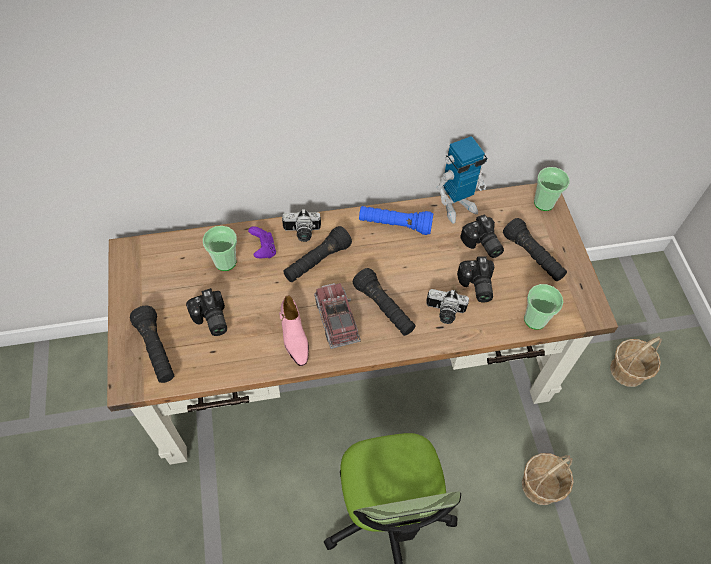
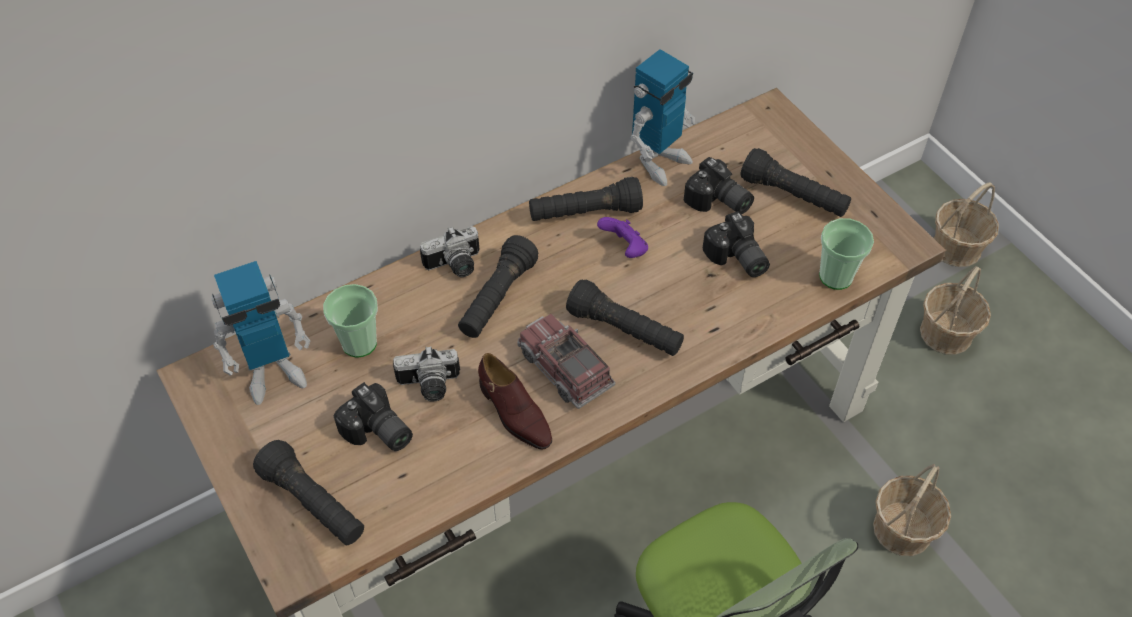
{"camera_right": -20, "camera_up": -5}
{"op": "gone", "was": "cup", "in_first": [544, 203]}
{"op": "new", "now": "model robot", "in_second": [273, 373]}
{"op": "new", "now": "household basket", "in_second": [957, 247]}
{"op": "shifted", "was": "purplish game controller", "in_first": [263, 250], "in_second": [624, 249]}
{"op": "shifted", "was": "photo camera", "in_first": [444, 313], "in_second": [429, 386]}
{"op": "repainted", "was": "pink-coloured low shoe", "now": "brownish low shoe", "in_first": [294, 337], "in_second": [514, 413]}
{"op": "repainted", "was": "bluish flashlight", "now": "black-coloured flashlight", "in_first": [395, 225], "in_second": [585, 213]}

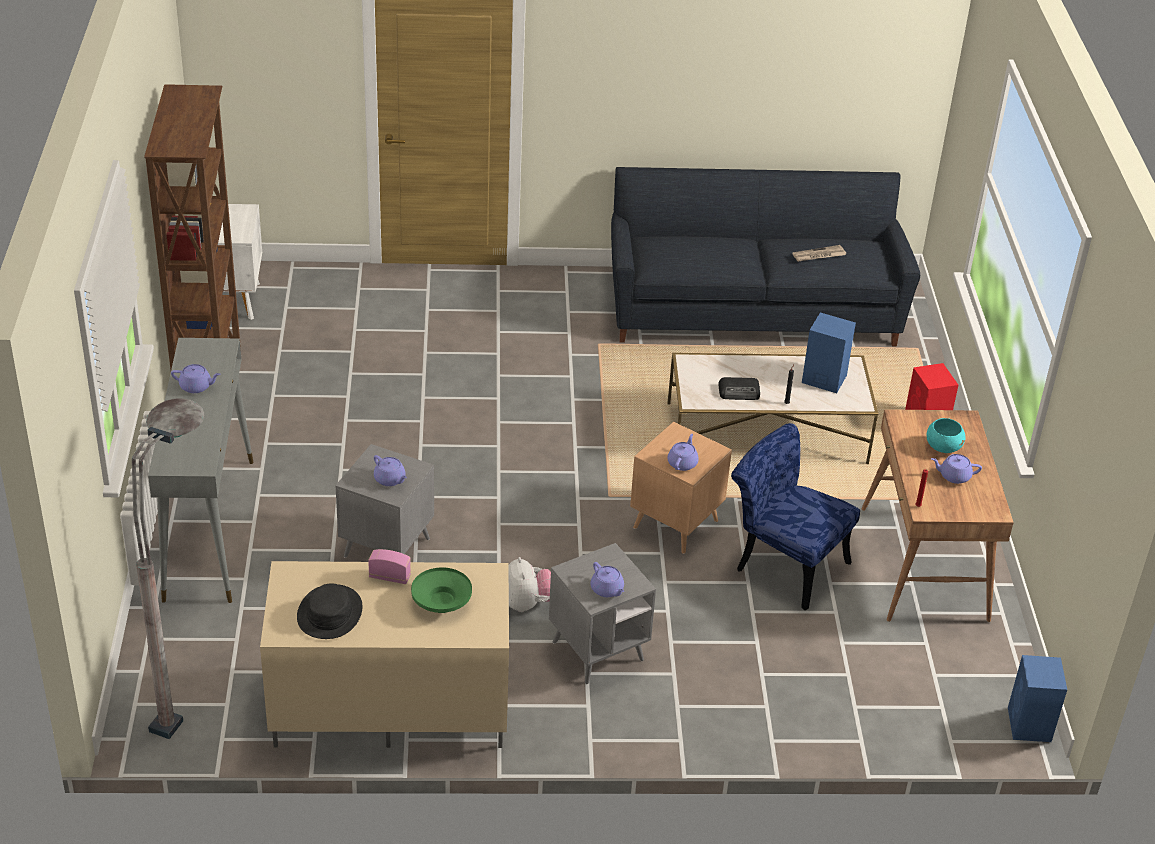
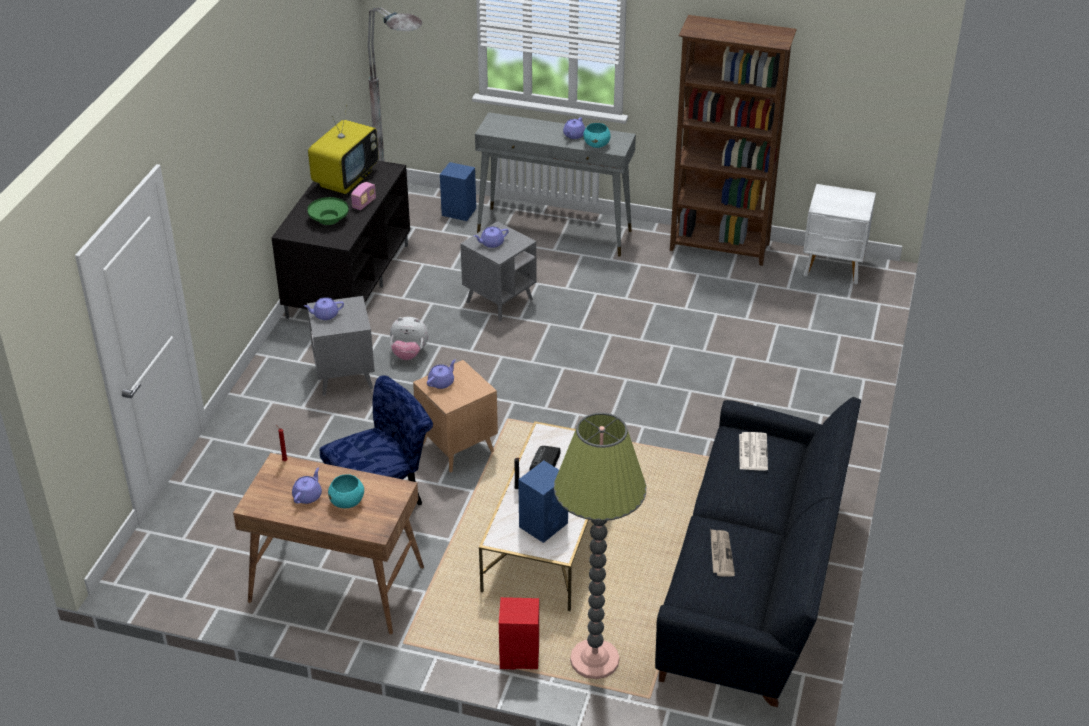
{"camera_right": 110, "camera_up": 0}
{"op": "new", "now": "standard lamp", "in_second": [594, 660]}
{"op": "new", "now": "turquoise bowl", "in_second": [597, 145]}
{"op": "new", "now": "printed paper", "in_second": [752, 451]}
{"op": "shifted", "was": "bluish speaker", "in_first": [1029, 725], "in_second": [458, 211]}
{"op": "swapped", "was": "black-coloured clothing hat", "now": "TV set", "in_first": [329, 613], "in_second": [345, 178]}
{"op": "repainted", "was": "beige-coloured media console", "now": "black-coloured media console", "in_first": [388, 707], "in_second": [348, 280]}
{"op": "rotated", "was": "purplish teapot", "in_first": [682, 463], "in_second": [441, 382], "clockwise": -90}

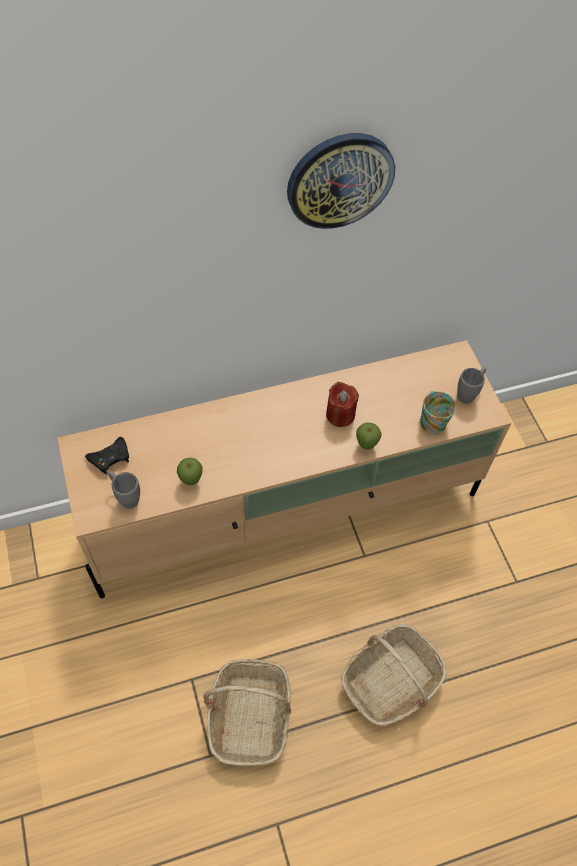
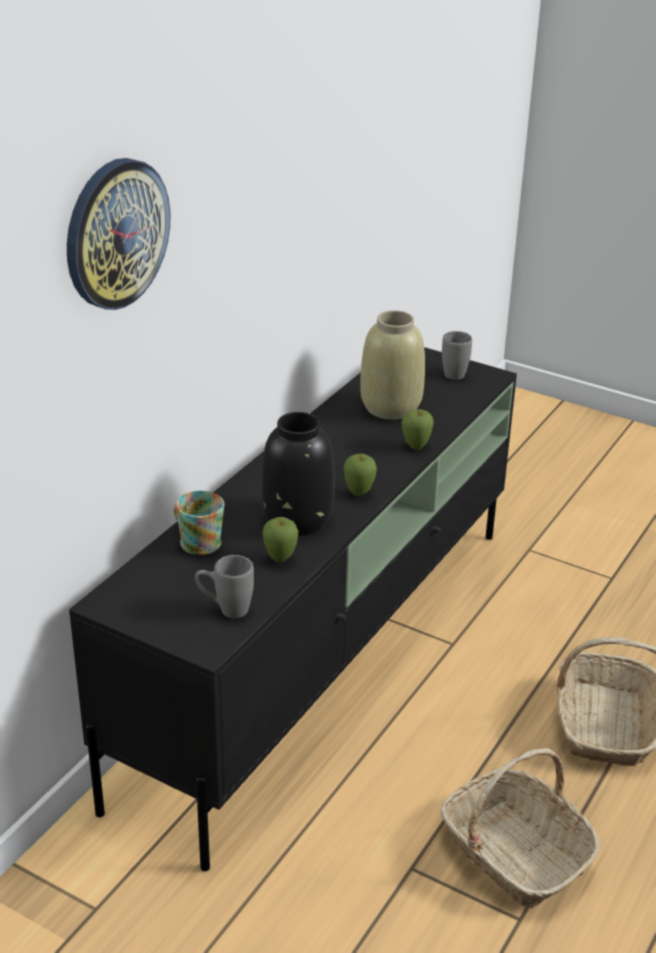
{"camera_right": -40, "camera_up": -25}
{"op": "gone", "was": "black-coloured game controller", "in_first": [110, 457]}
{"op": "gone", "was": "red-coloured candle", "in_first": [340, 414]}
{"op": "new", "now": "black-coloured vase", "in_second": [298, 519]}
{"op": "new", "now": "apple", "in_second": [359, 493]}
{"op": "new", "now": "beige-coloured vase", "in_second": [391, 407]}
{"op": "shifted", "was": "hanging clock", "in_first": [340, 180], "in_second": [116, 233]}
{"op": "shifted", "was": "mug", "in_first": [432, 419], "in_second": [197, 540]}
{"op": "repainted", "was": "beige-coloured media console", "now": "black-coloured media console", "in_first": [286, 509], "in_second": [323, 655]}

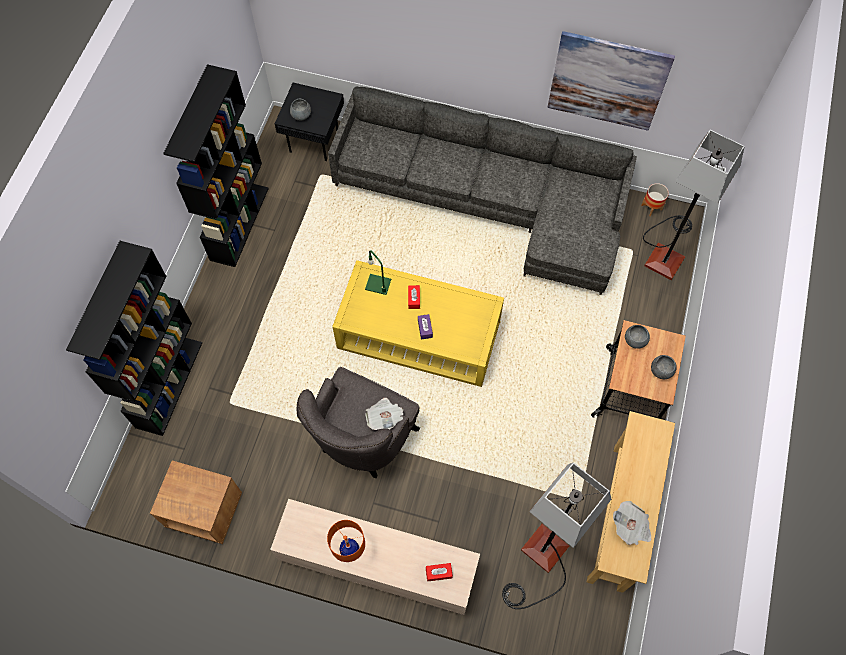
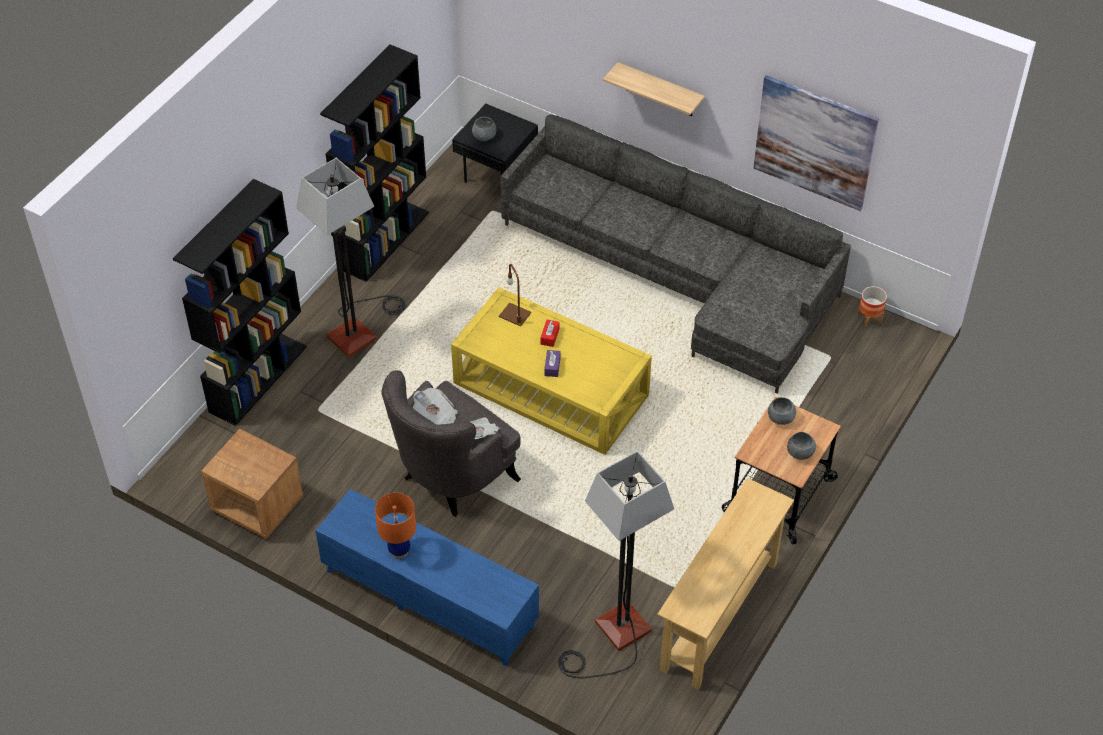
{"camera_right": 15, "camera_up": -15}
{"op": "gone", "was": "red-coloured box of tissues", "in_first": [439, 573]}
{"op": "new", "now": "shelf", "in_second": [660, 90]}
{"op": "shifted", "was": "printed paper", "in_first": [630, 527], "in_second": [436, 418]}
{"op": "shifted", "was": "standard lamp", "in_first": [666, 252], "in_second": [359, 329]}
{"op": "repainted", "was": "beige-coloured media console", "now": "bluish media console", "in_first": [378, 564], "in_second": [429, 599]}
{"op": "repainted", "was": "green-coloured tabletop lamp", "now": "brownish tabletop lamp", "in_first": [379, 284], "in_second": [515, 315]}

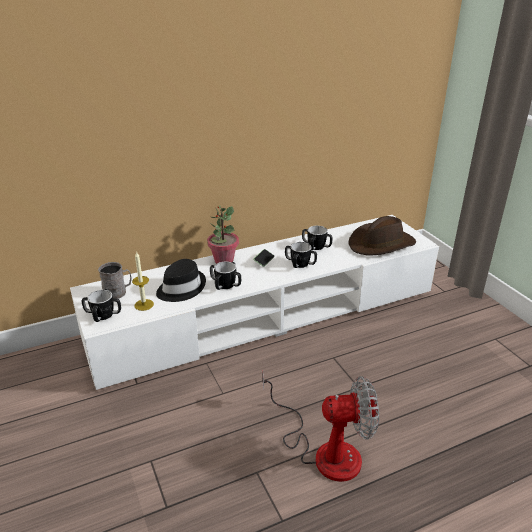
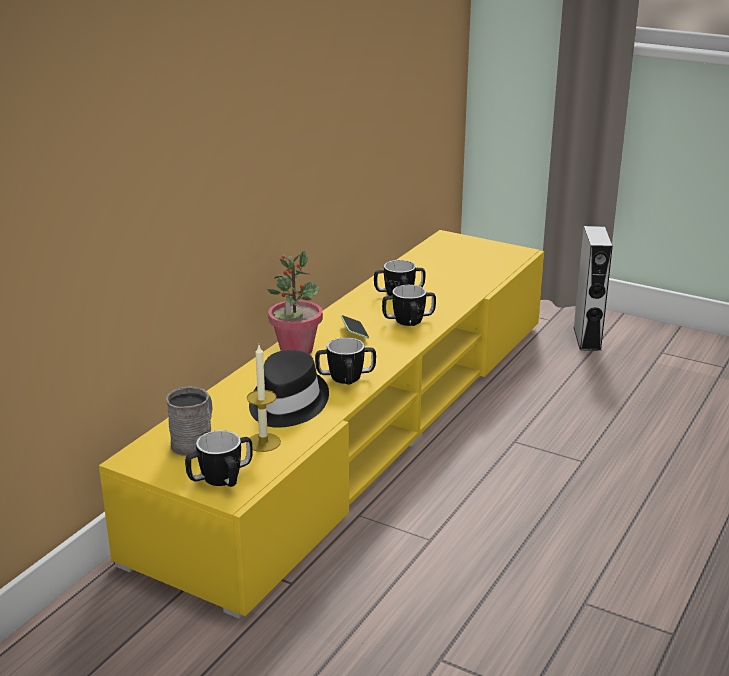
{"camera_right": -35, "camera_up": -5}
{"op": "gone", "was": "cooling fan", "in_first": [324, 450]}
{"op": "gone", "was": "brownish clothing hat", "in_first": [381, 243]}
{"op": "new", "now": "greyish speaker", "in_second": [587, 338]}
{"op": "repainted", "was": "whitish media console", "now": "yellow-coloured media console", "in_first": [266, 314], "in_second": [365, 424]}

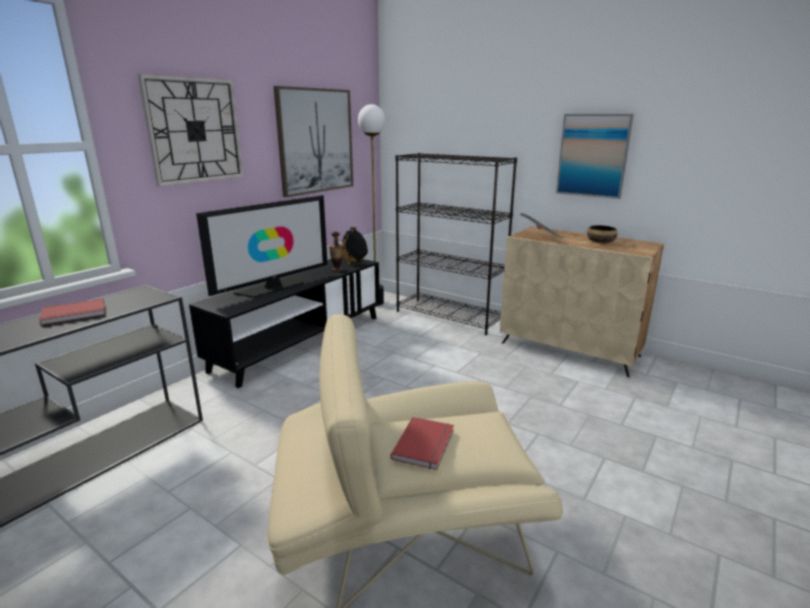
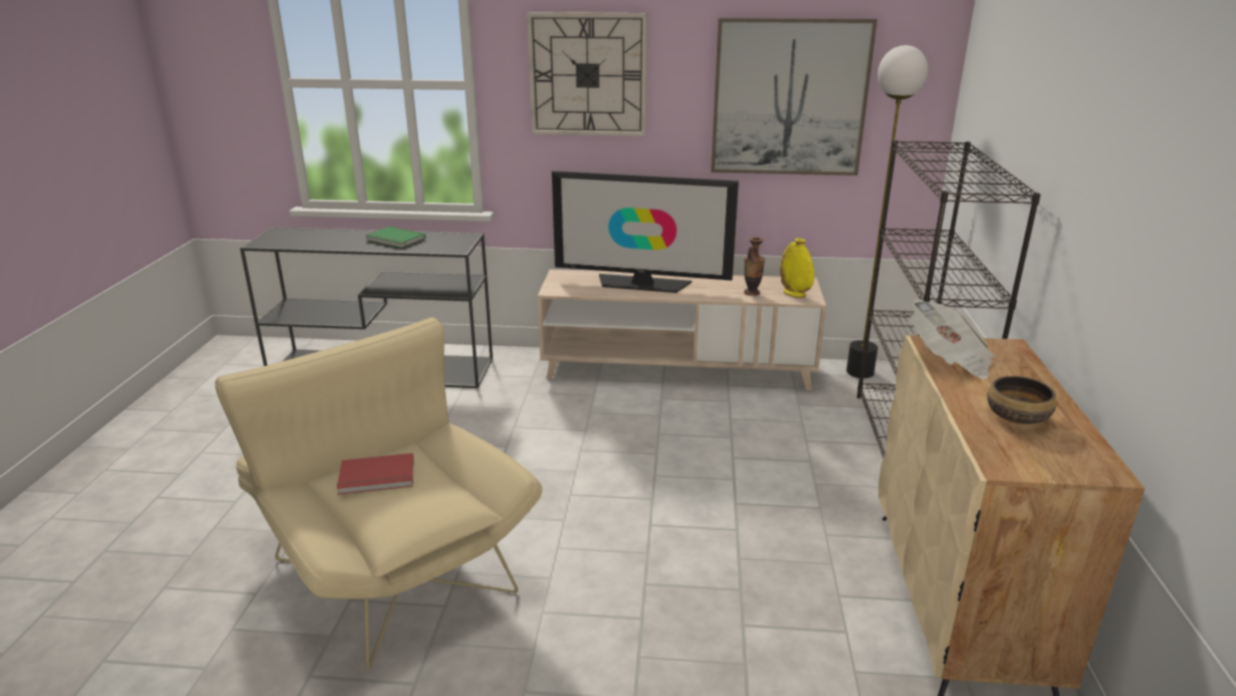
{"camera_right": 60, "camera_up": 5}
{"op": "gone", "was": "picture", "in_first": [593, 155]}
{"op": "repainted", "was": "red-coloured volume", "now": "green-coloured volume", "in_first": [74, 314], "in_second": [394, 240]}
{"op": "repainted", "was": "black-coloured media console", "now": "beige-coloured media console", "in_first": [300, 342], "in_second": [677, 370]}
{"op": "repainted", "was": "black-coloured vase", "now": "yellow-coloured vase", "in_first": [355, 263], "in_second": [794, 294]}

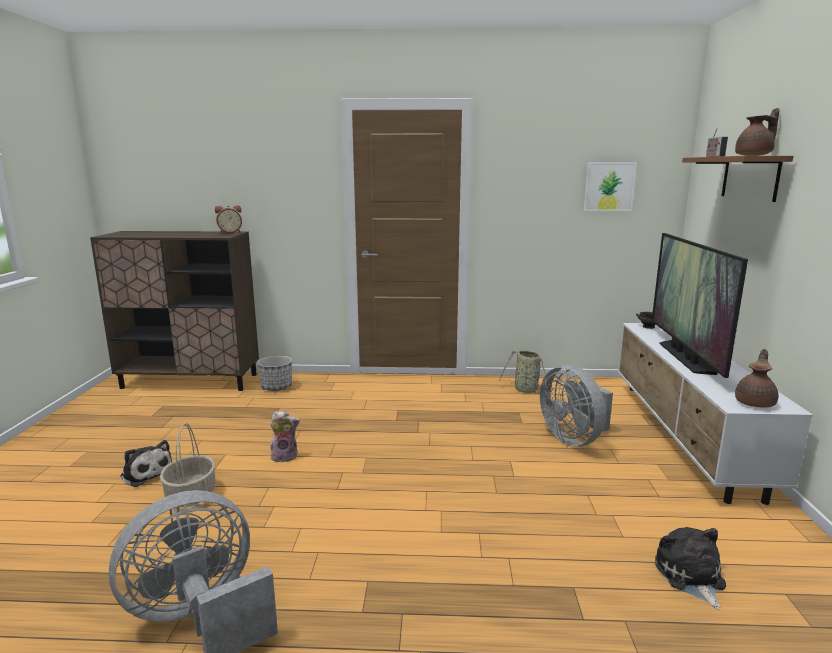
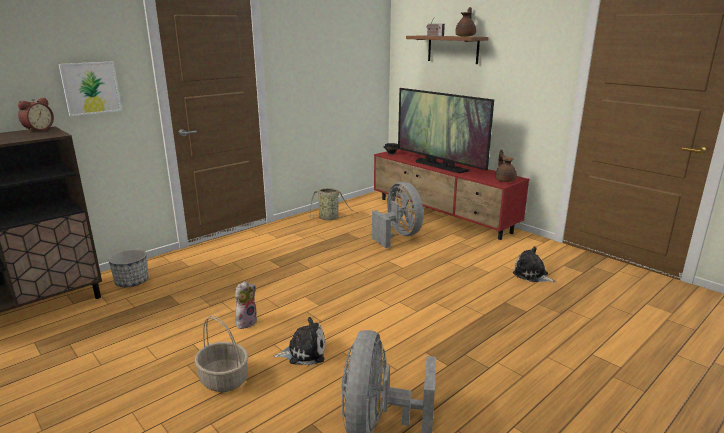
{"camera_right": -45, "camera_up": 5}
{"op": "shifted", "was": "soft toy", "in_first": [146, 473], "in_second": [304, 352]}
{"op": "shifted", "was": "picture", "in_first": [609, 187], "in_second": [91, 88]}
{"op": "repainted", "was": "whitish media console", "now": "red-coloured media console", "in_first": [684, 435], "in_second": [442, 215]}
{"op": "rotated", "was": "greyish cooling fan", "in_first": [573, 438], "in_second": [398, 236], "clockwise": -135}

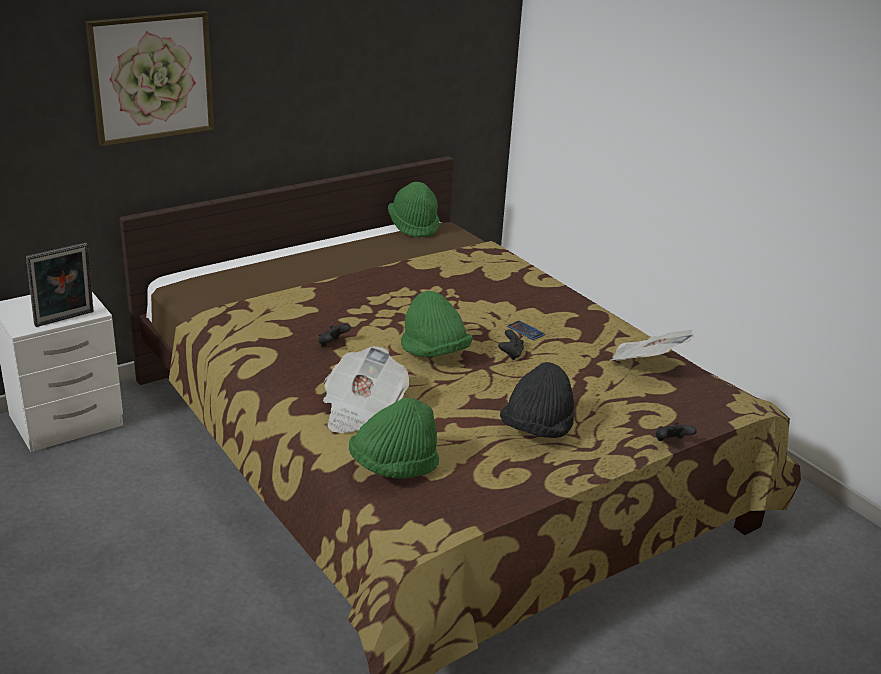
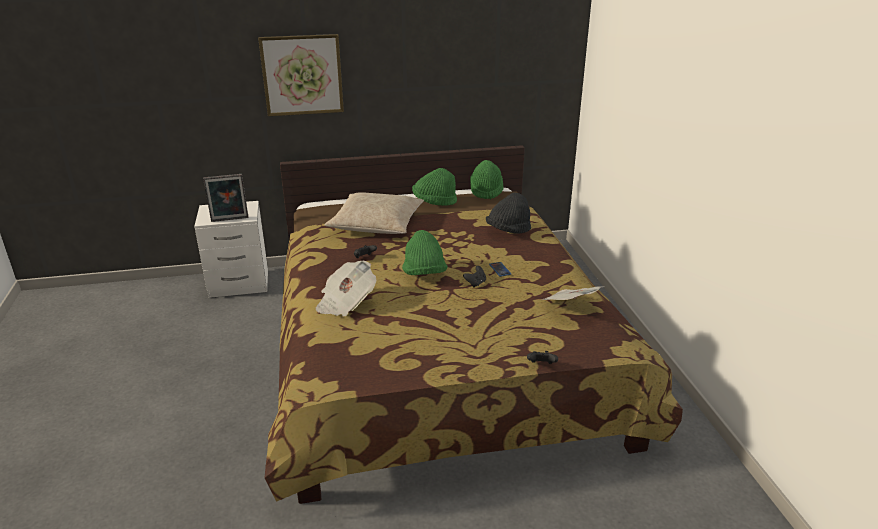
{"camera_right": 25, "camera_up": 0}
{"op": "new", "now": "beige-coloured pillow", "in_second": [376, 224]}
{"op": "shifted", "was": "green-coloured clothing hat", "in_first": [393, 467], "in_second": [434, 202]}
{"op": "shifted", "was": "black-coloured clothing hat", "in_first": [537, 430], "in_second": [508, 231]}

